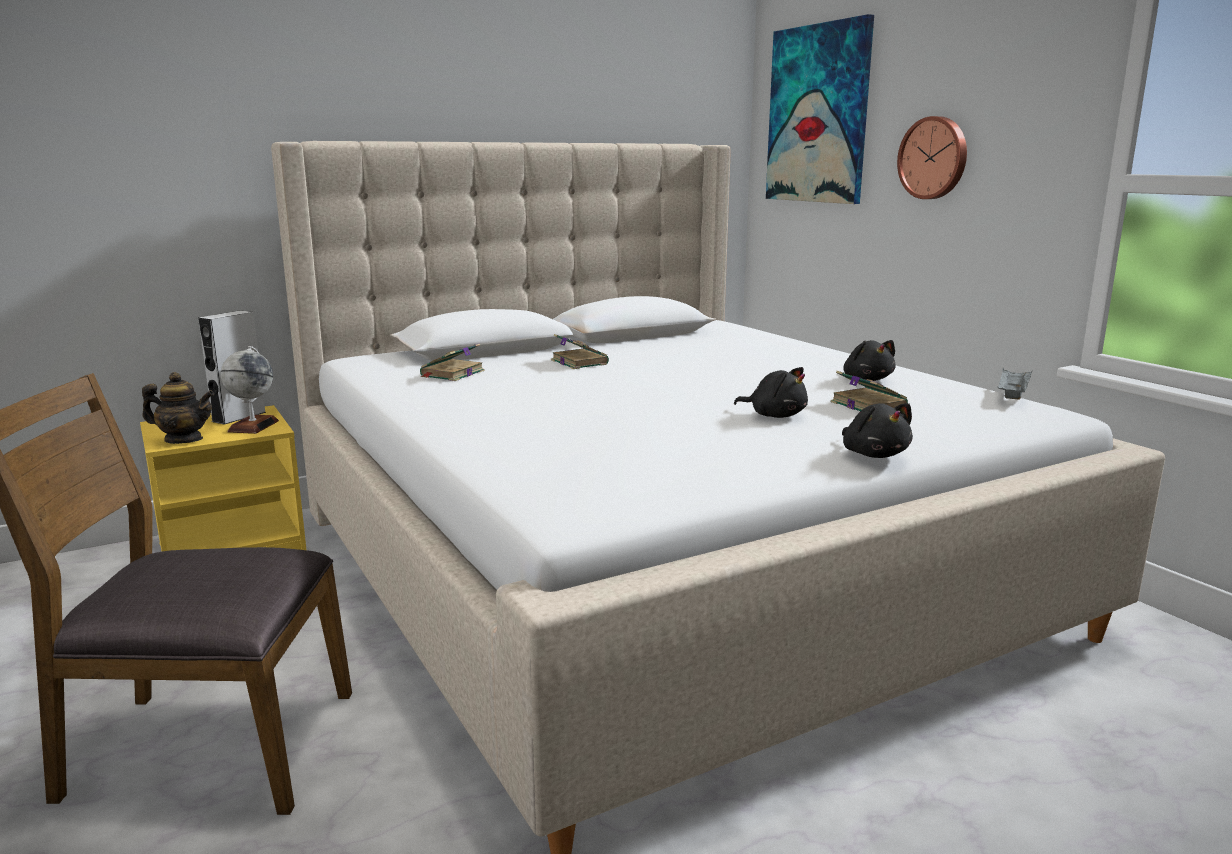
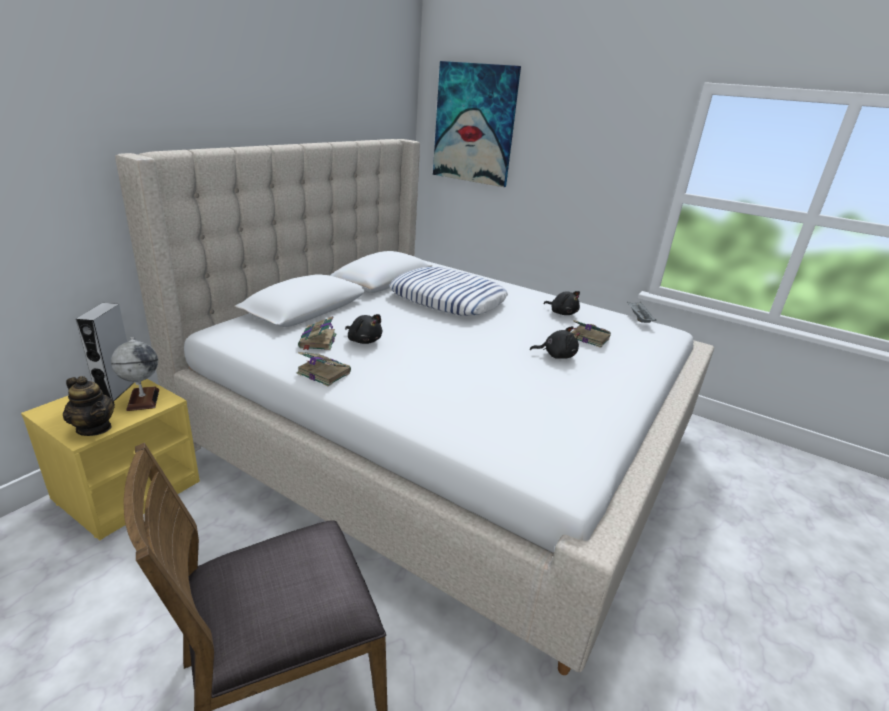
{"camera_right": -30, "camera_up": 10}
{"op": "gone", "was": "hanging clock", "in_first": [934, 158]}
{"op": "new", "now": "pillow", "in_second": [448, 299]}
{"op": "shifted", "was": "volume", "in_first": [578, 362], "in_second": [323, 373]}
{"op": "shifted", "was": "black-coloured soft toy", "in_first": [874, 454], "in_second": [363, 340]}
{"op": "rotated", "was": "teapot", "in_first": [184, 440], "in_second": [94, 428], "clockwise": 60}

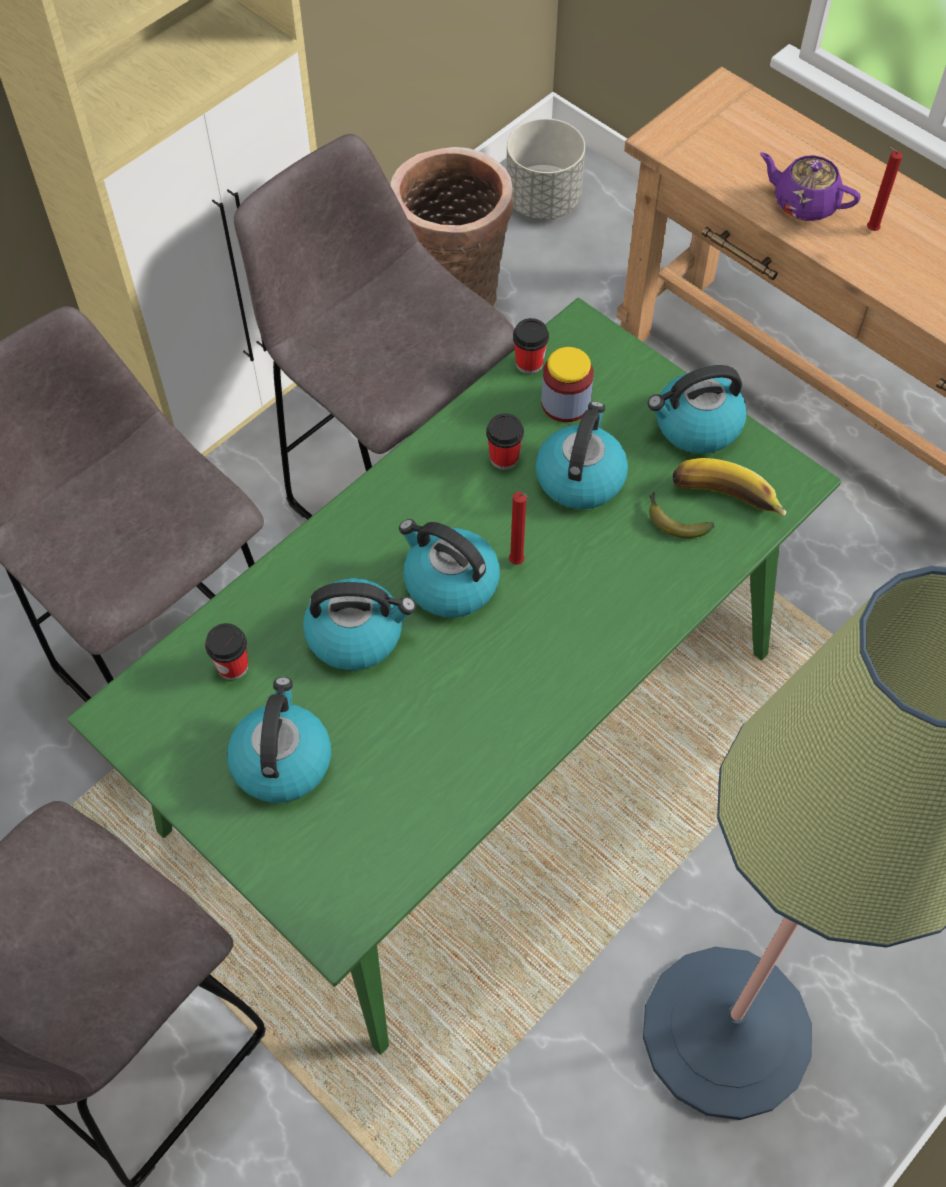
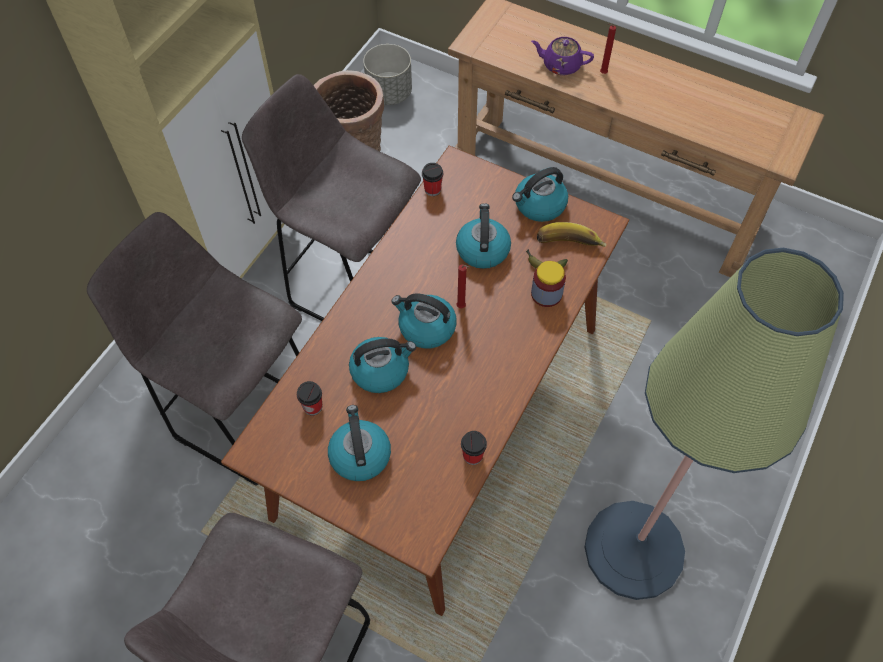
{"camera_right": -15, "camera_up": 0}
{"op": "shifted", "was": "cup", "in_first": [504, 458], "in_second": [472, 455]}
{"op": "shifted", "was": "storage jar", "in_first": [565, 403], "in_second": [546, 294]}
{"op": "repainted", "was": "green-coloured kitchen table", "now": "brownish kitchen table", "in_first": [473, 737], "in_second": [441, 418]}

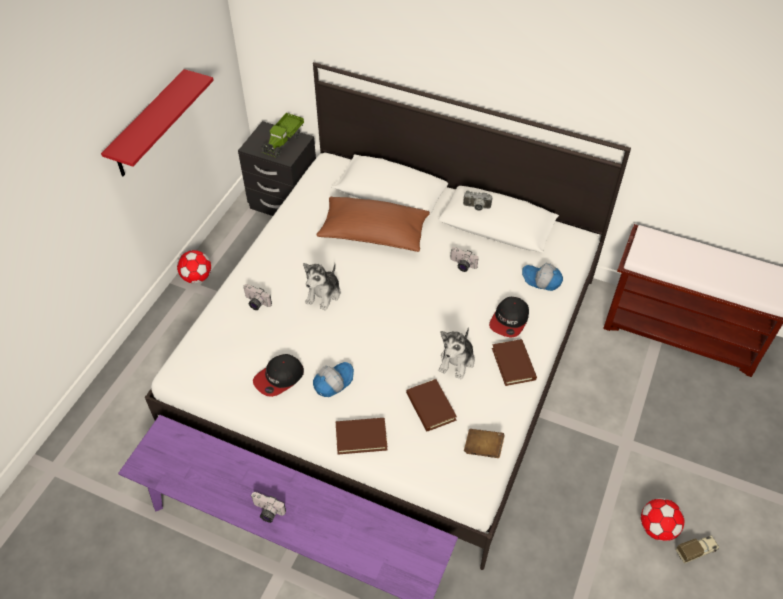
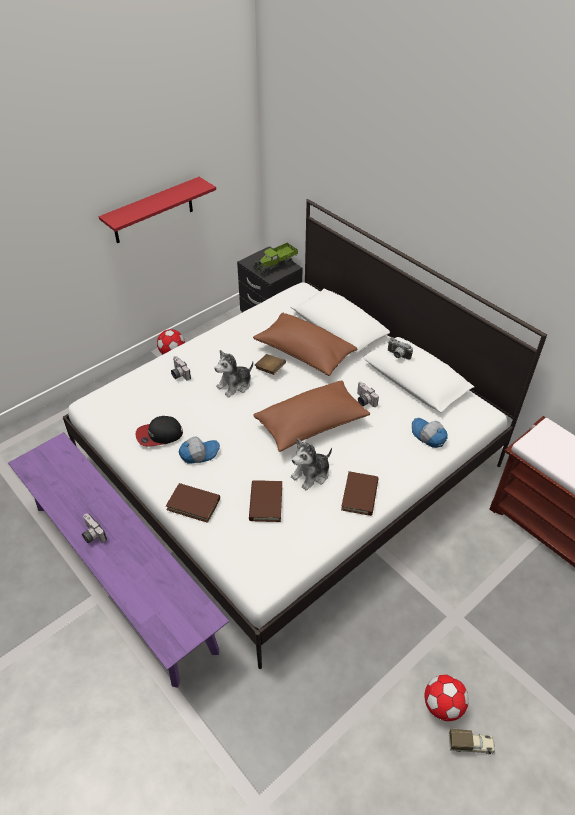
{"camera_right": 25, "camera_up": -5}
{"op": "gone", "was": "cap", "in_first": [509, 320]}
{"op": "new", "now": "brownish pillow", "in_second": [311, 425]}
{"op": "shifted", "was": "brownish volume", "in_first": [483, 448], "in_second": [270, 369]}

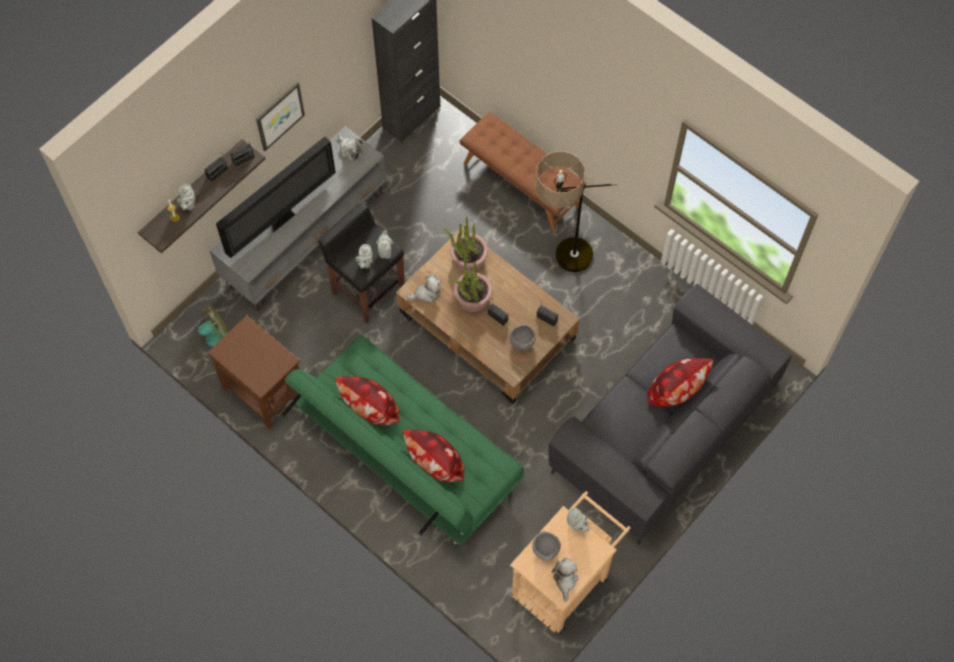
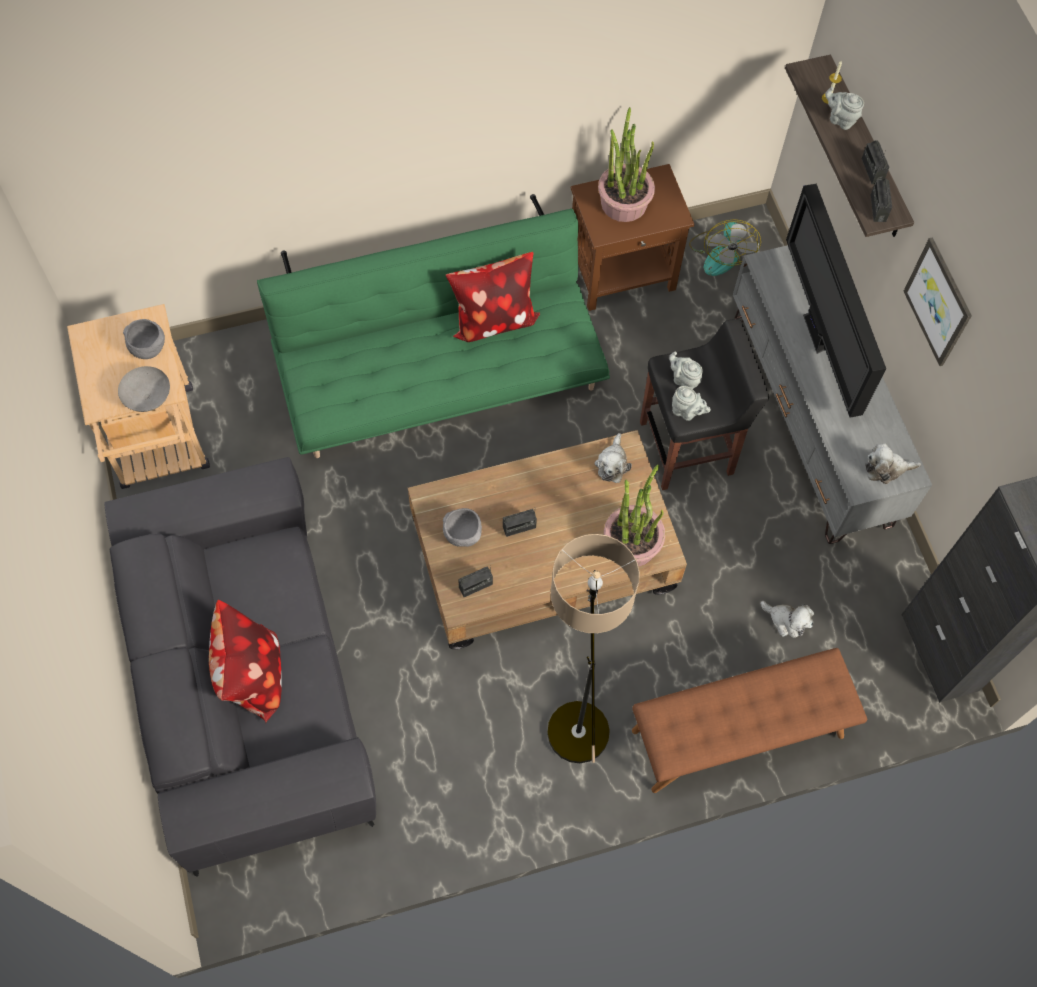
{"camera_right": 120, "camera_up": 0}
{"op": "gone", "was": "pillow", "in_first": [435, 465]}
{"op": "shifted", "was": "plant in a pot", "in_first": [472, 298], "in_second": [624, 202]}
{"op": "shifted", "was": "soft toy", "in_first": [565, 580], "in_second": [786, 621]}
{"op": "swapped", "was": "greyish teapot", "now": "greyish bowl", "in_first": [576, 524], "in_second": [149, 398]}

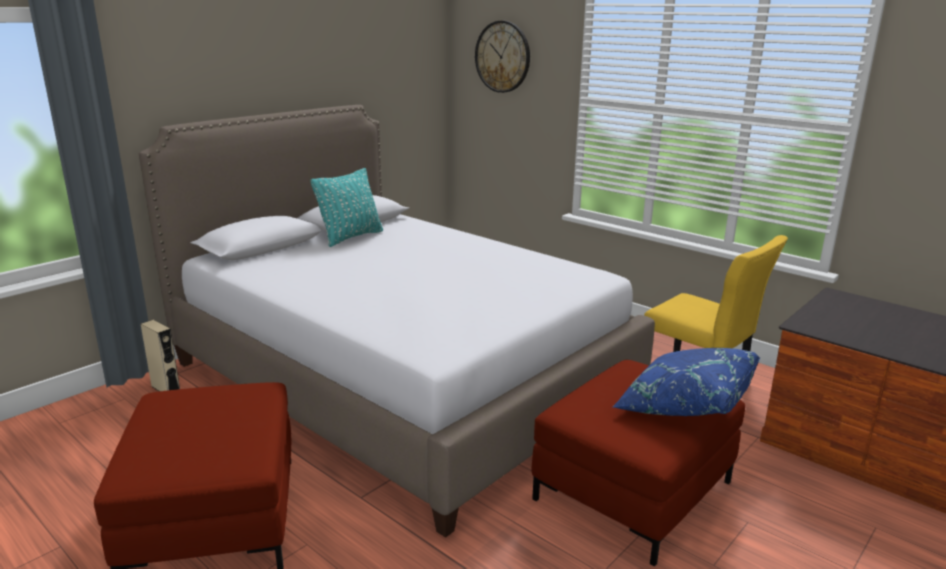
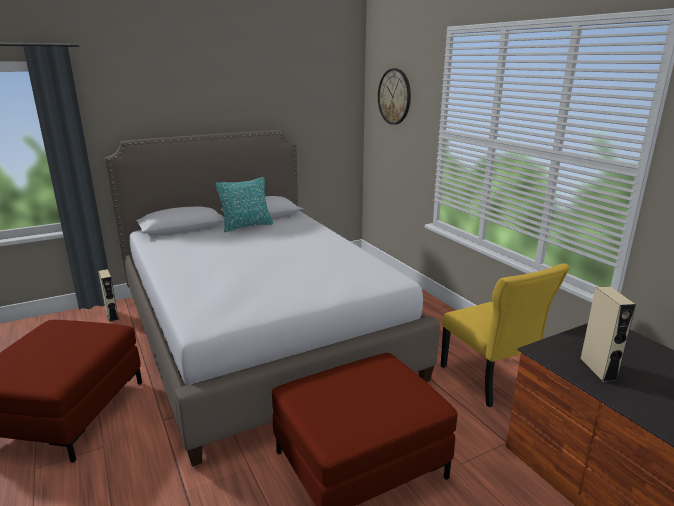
{"camera_right": 20, "camera_up": 0}
{"op": "gone", "was": "bluish pillow", "in_first": [684, 406]}
{"op": "new", "now": "beige-coloured speaker", "in_second": [598, 369]}

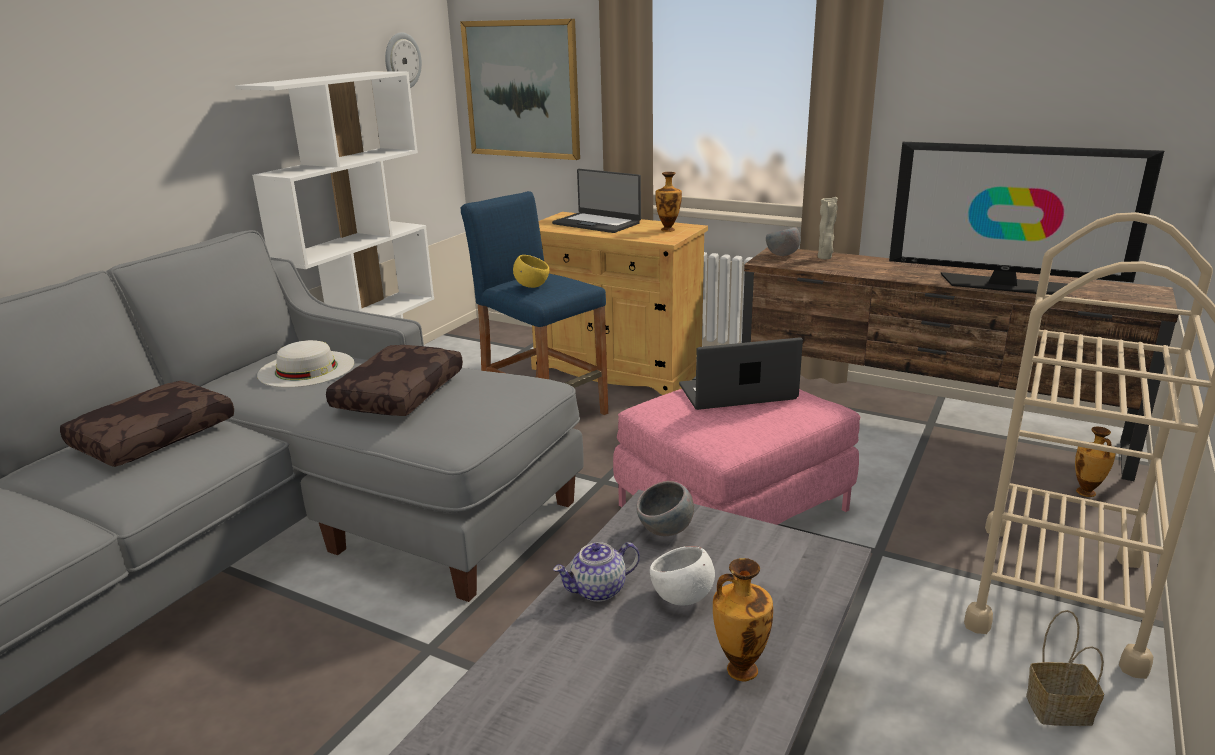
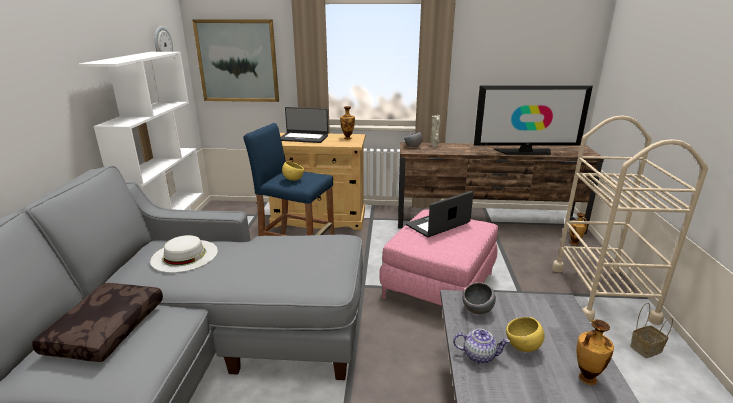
{"camera_right": -25, "camera_up": 0}
{"op": "gone", "was": "brownish pillow", "in_first": [398, 393]}
{"op": "repainted", "was": "whitish bowl", "now": "yellow-coloured bowl", "in_first": [682, 598], "in_second": [523, 347]}
{"op": "rotated", "was": "teapot", "in_first": [598, 590], "in_second": [479, 355], "clockwise": -120}

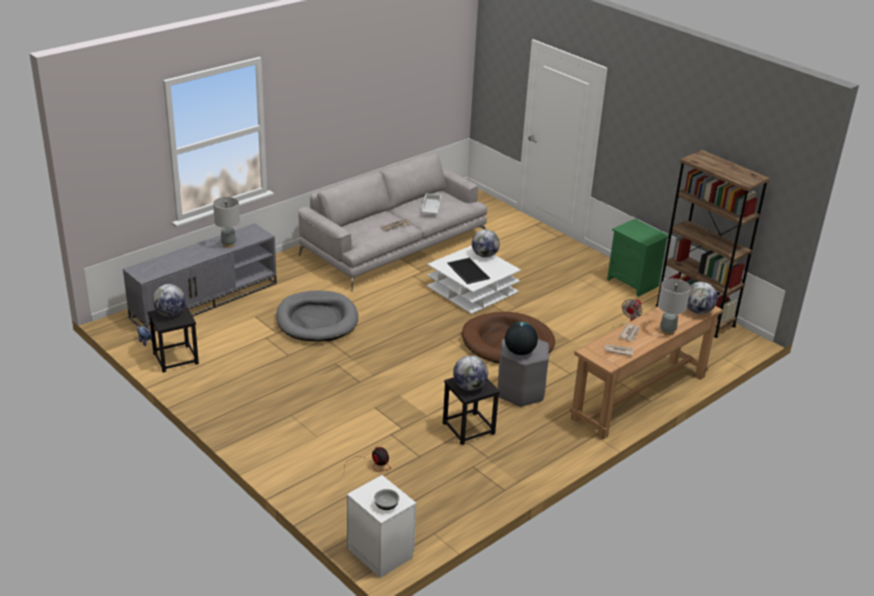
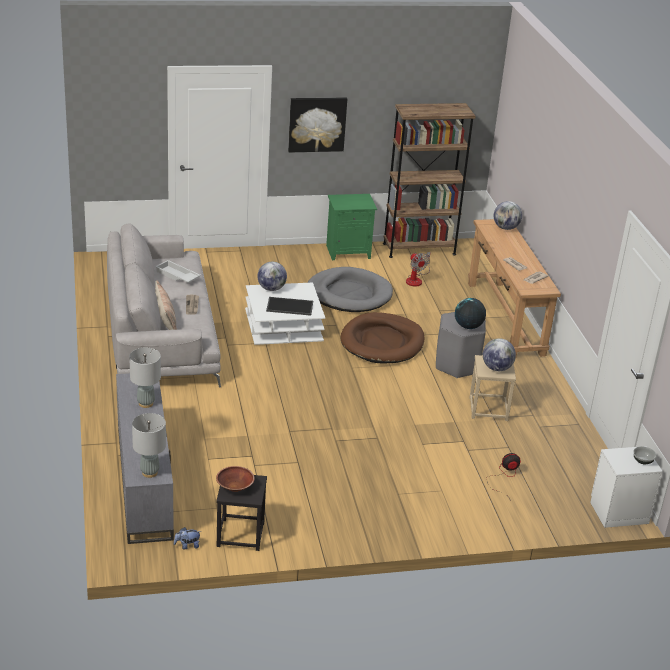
{"camera_right": -60, "camera_up": 0}
{"op": "new", "now": "pillow", "in_second": [165, 319]}
{"op": "new", "now": "picture", "in_second": [317, 124]}
{"op": "shifted", "was": "greyish pet bed", "in_first": [317, 320], "in_second": [349, 294]}
{"op": "shifted", "was": "greyish tabletop lamp", "in_first": [667, 331], "in_second": [150, 472]}
{"op": "swapped", "was": "globe", "now": "brownish bowl", "in_first": [170, 313], "in_second": [235, 487]}
{"op": "repainted", "was": "black-coloured stool", "now": "beige-coloured stool", "in_first": [468, 429], "in_second": [489, 409]}

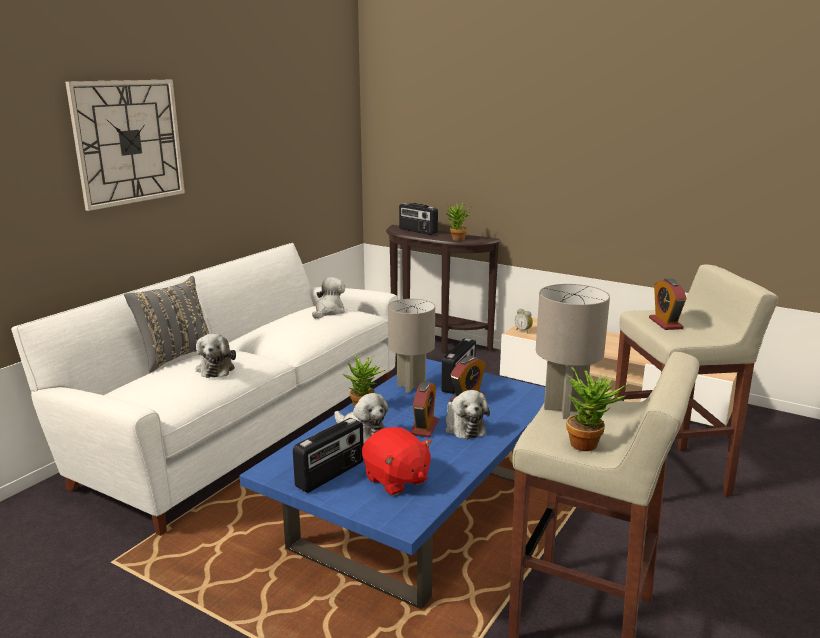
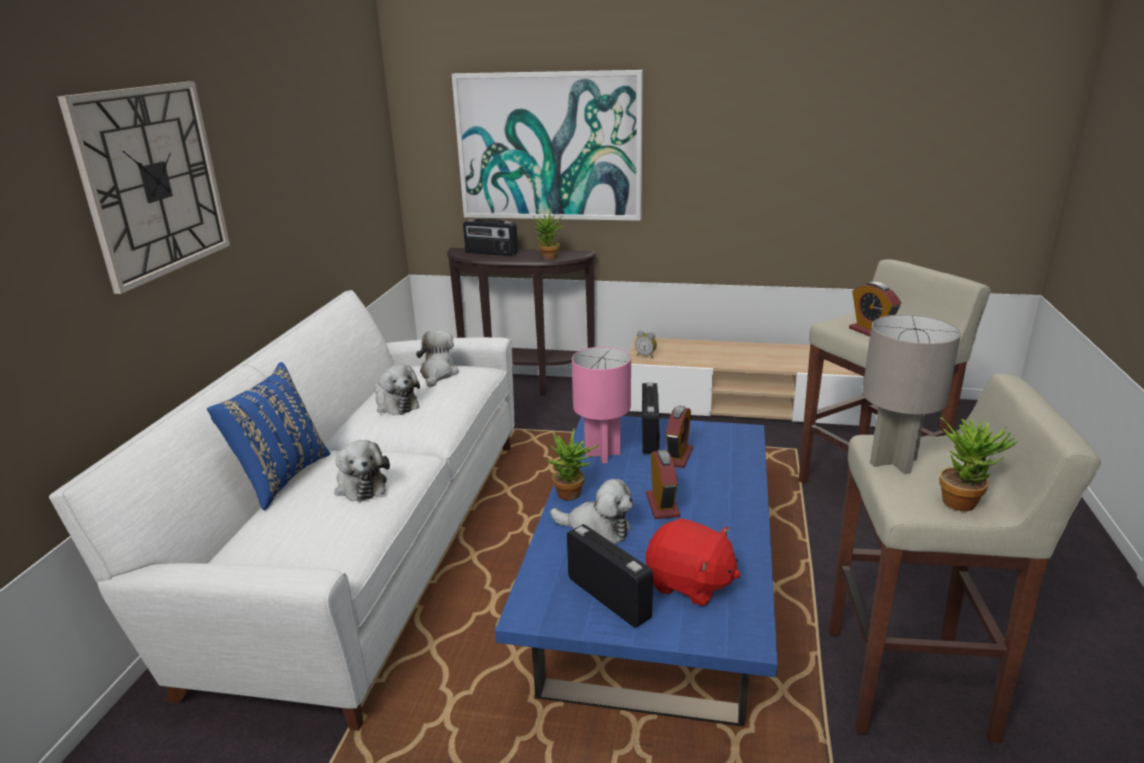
{"camera_right": -20, "camera_up": 5}
{"op": "new", "now": "picture", "in_second": [549, 147]}
{"op": "shifted", "was": "soft toy", "in_first": [463, 427], "in_second": [395, 404]}
{"op": "repainted", "was": "greyish pillow", "now": "bluish pillow", "in_first": [175, 356], "in_second": [281, 478]}
{"op": "repainted", "was": "greyish tabletop lamp", "now": "pink-coloured tabletop lamp", "in_first": [411, 386], "in_second": [602, 454]}
{"op": "rotated", "was": "radio set", "in_first": [331, 474], "in_second": [609, 597], "clockwise": -60}

